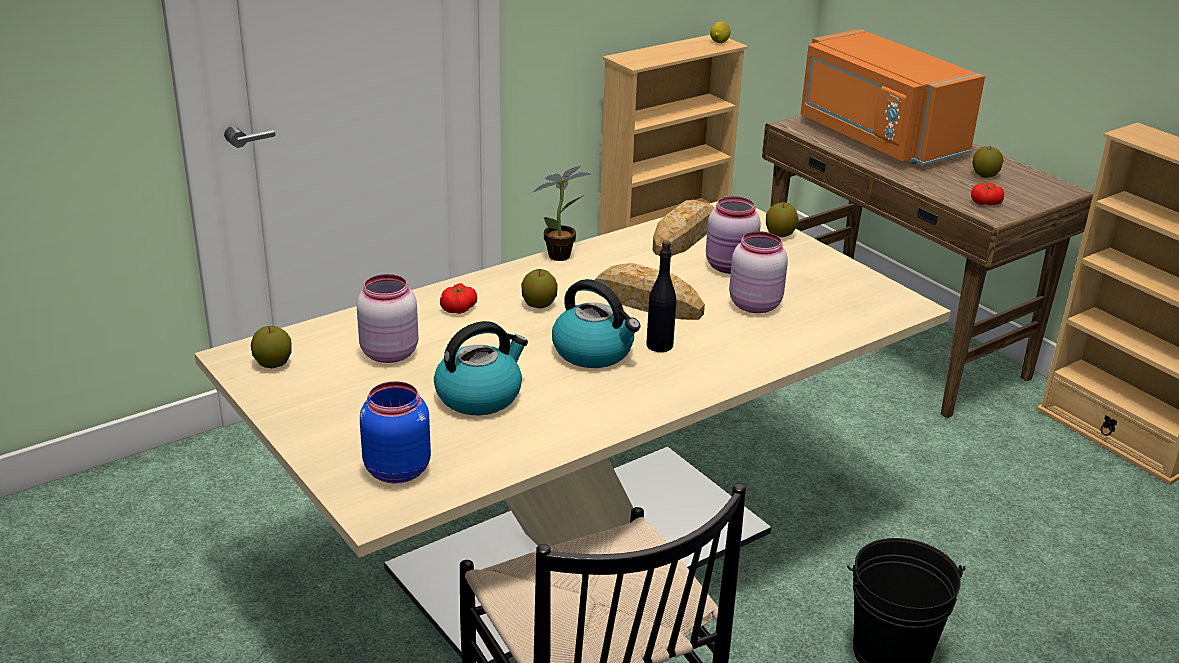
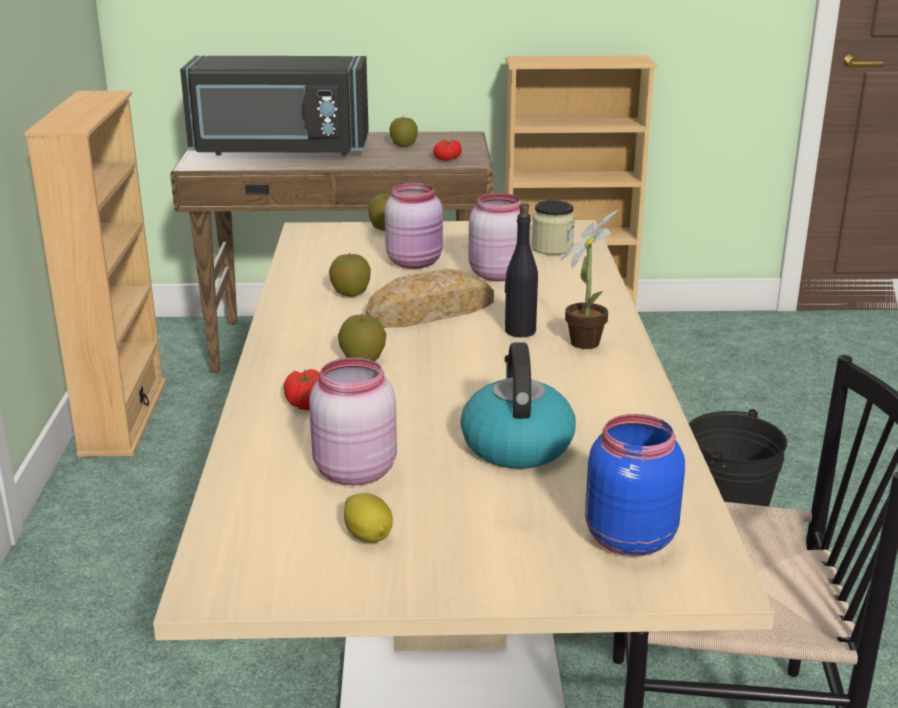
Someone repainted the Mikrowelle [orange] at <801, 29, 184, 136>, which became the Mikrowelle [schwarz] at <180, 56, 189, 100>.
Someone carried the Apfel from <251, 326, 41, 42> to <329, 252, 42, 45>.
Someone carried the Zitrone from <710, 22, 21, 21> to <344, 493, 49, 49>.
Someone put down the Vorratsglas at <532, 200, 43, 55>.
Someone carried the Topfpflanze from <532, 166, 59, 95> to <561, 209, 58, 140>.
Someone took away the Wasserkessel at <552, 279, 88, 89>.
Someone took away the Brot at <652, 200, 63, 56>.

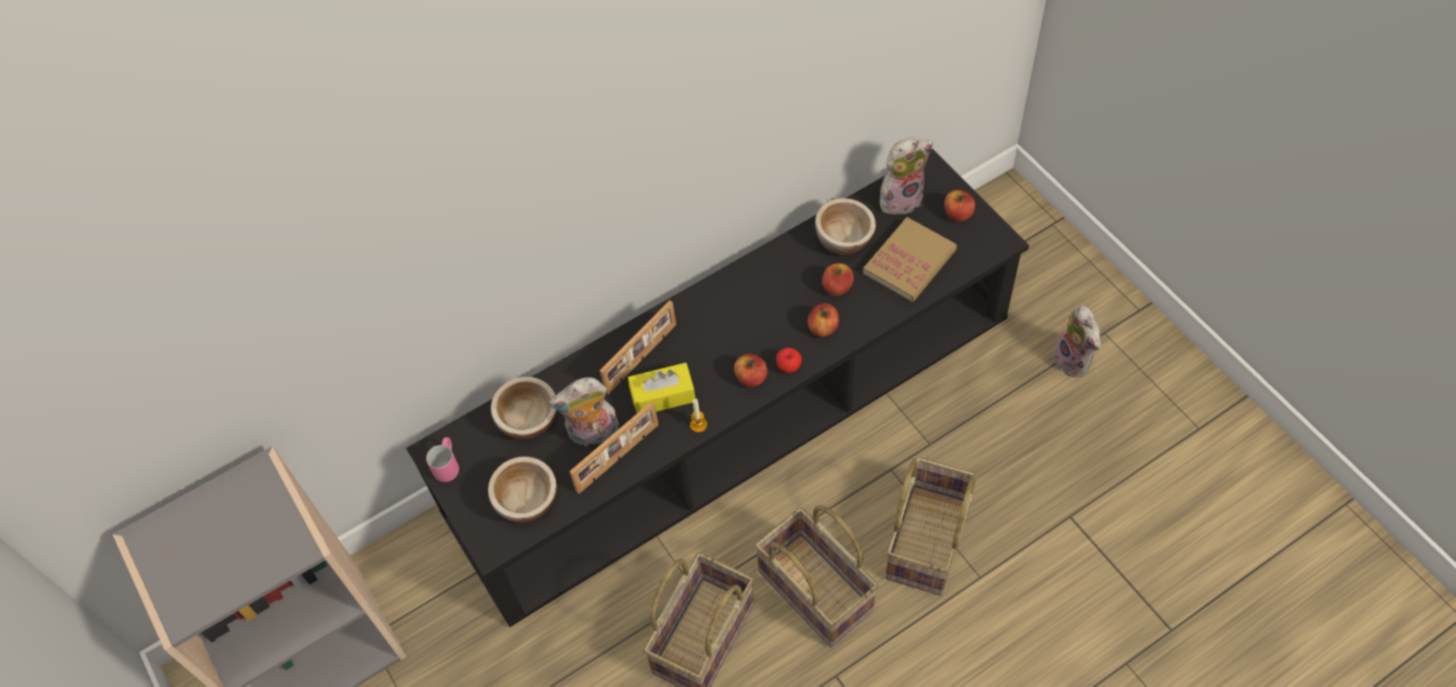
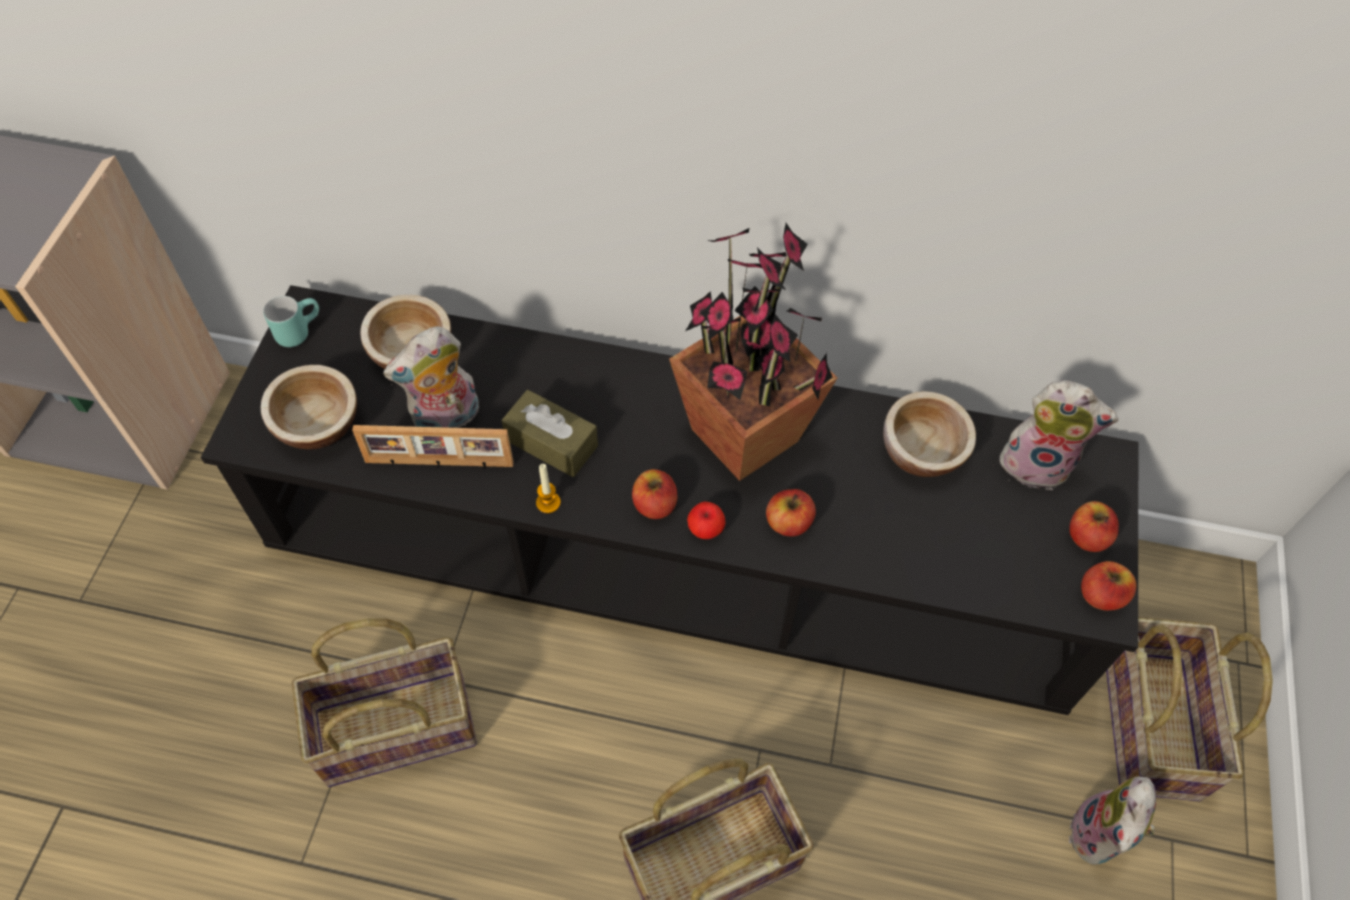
Someone repainted the Henkelbecher [rosa] at <426, 437, 33, 45>, which became the Henkelbecher [türkis] at <263, 296, 56, 51>.
Someone rotated the Plüschtier at <549, 377, 70, 69> by 60 degrees counterclockwise.
Someone repainted the Taschentuchbox [gelb] at <628, 363, 67, 50>, which became the Taschentuchbox [braun] at <501, 390, 97, 87>.
Someone put down the Topfpflanze at <669, 223, 168, 258>.
Someone carried the Apfel from <822, 263, 32, 33> to <1081, 561, 56, 50>.
Someone carried the Korb from <755, 505, 123, 142> to <1106, 617, 167, 184>.
Someone took away the Bilderrahmen at <600, 300, 76, 94>.
Someone took away the Buch at <863, 217, 94, 85>.

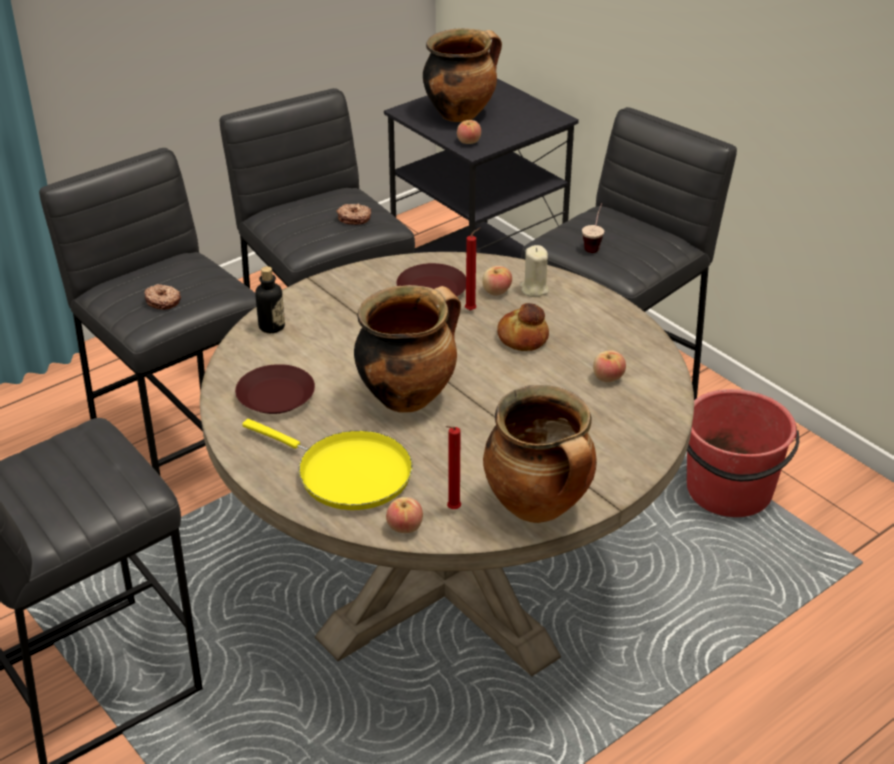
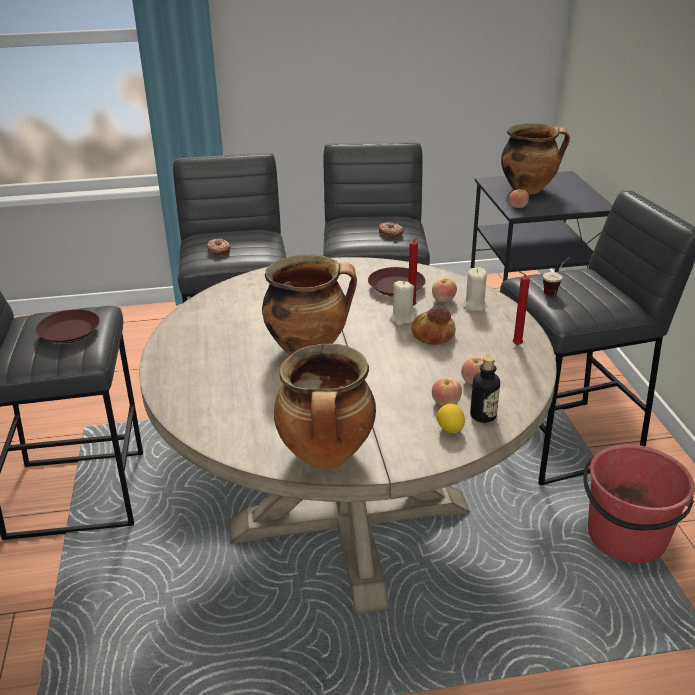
Someone carried the Teller [braun] from <235, 364, 80, 50> to <36, 309, 64, 34>.
Someone put down the Kerze [beige] at <390, 281, 26, 44>.
Someone carried the Apfel from <386, 497, 37, 36> to <432, 378, 30, 28>.
Someone put down the Zitrone at <437, 404, 28, 29>.
Someone carried the Flasche from <255, 266, 30, 67> to <470, 356, 30, 67>.
Someone carried the Kerze [rot] from <446, 426, 15, 83> to <512, 271, 18, 74>.
Someone took away the Pfanne [gelb] at <242, 419, 171, 91>.

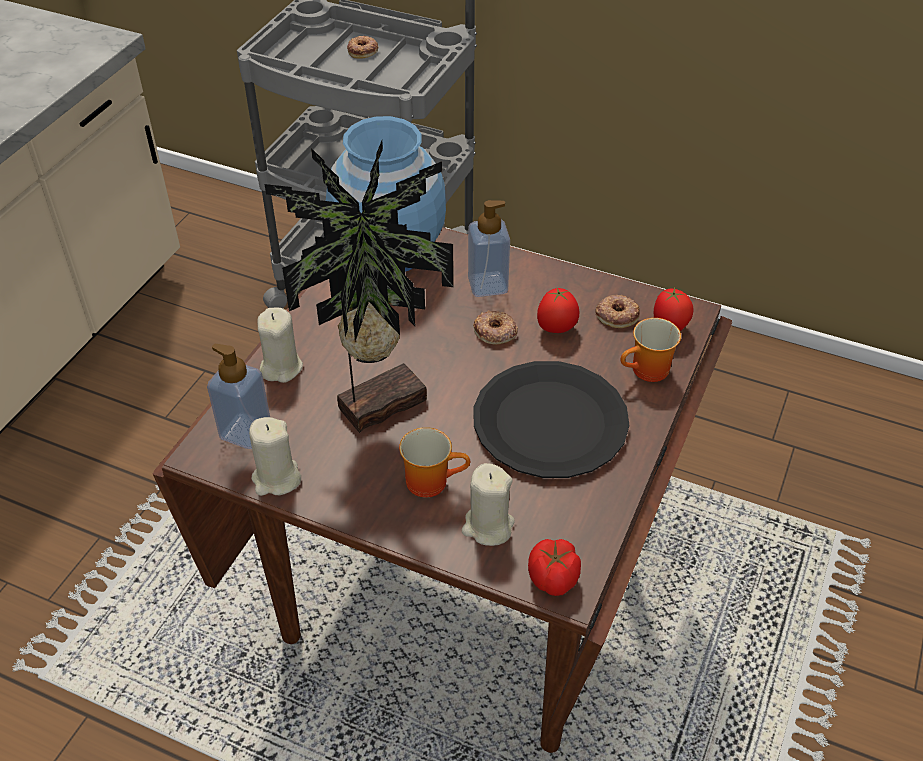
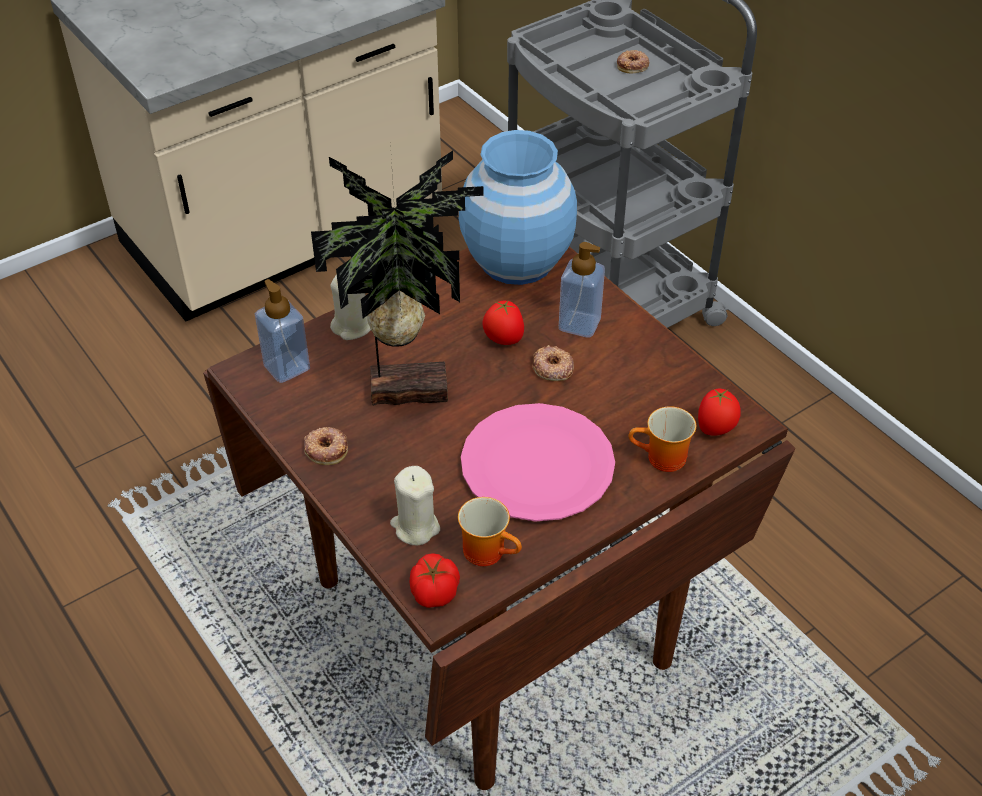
Someone carried the Donut from <595, 295, 45, 33> to <304, 427, 44, 38>.
Someone carried the Henkelbecher from <399, 427, 71, 71> to <458, 497, 64, 69>.
Someone repainted the Teller [schwarz] at <474, 361, 155, 117>, which became the Teller [rosa] at <461, 403, 154, 119>.
Someone carried the Tomate from <537, 288, 42, 45> to <482, 300, 42, 45>.
Someone took away the Kerze [beige] at <249, 417, 52, 79>.

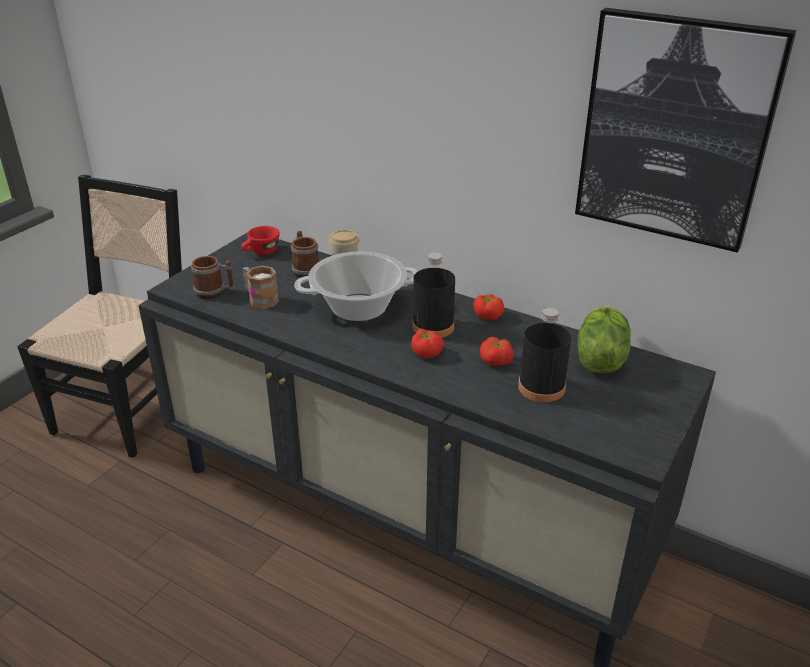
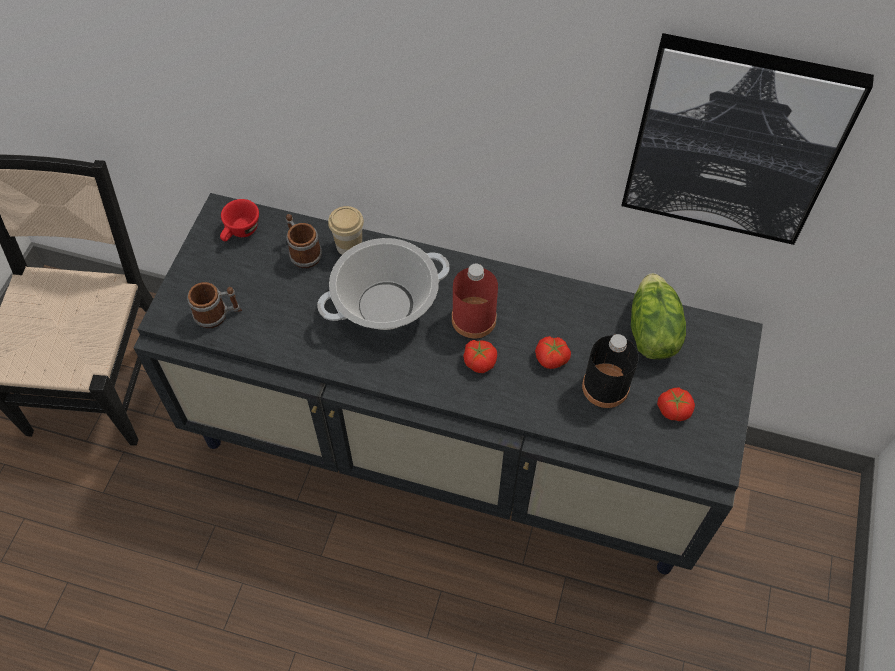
Someone repainted the Flasche [schwarz] at <412, 252, 43, 86>, which became the Flasche [rot] at <452, 264, 46, 74>.
Someone carried the Tomate from <473, 294, 31, 26> to <657, 387, 38, 34>.
Someone took away the Henkelbecher at <243, 266, 36, 43>.

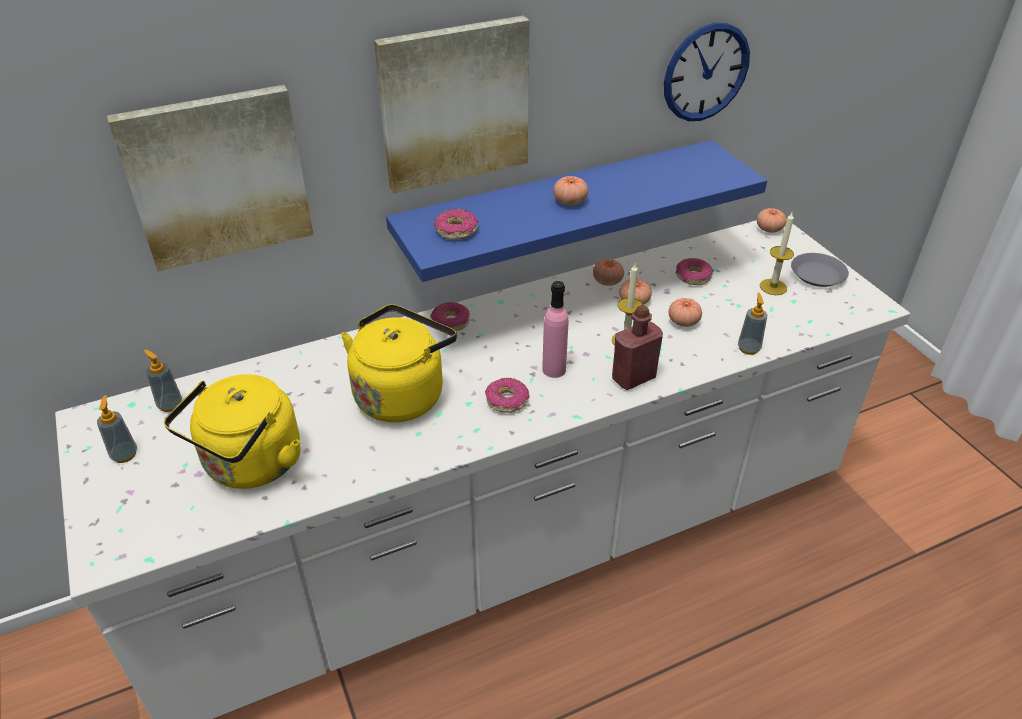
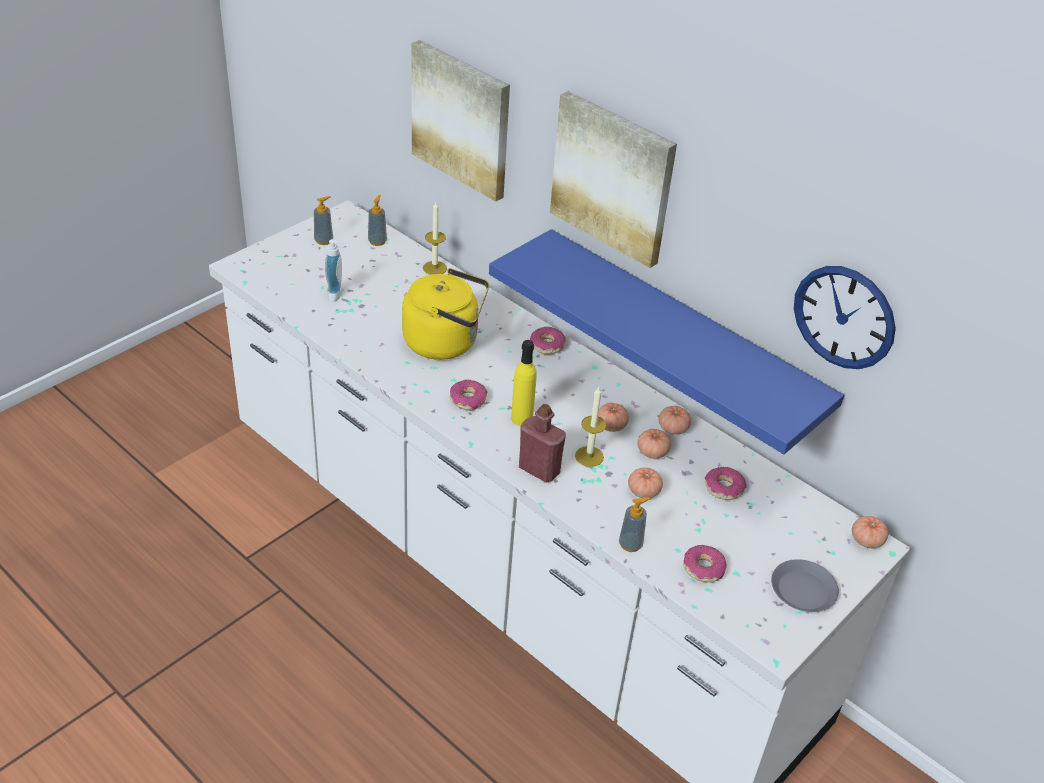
Someone swapped the Wasserkessel [gelb] at <164, 374, 136, 115> for the Seifenspender at <325, 239, 21, 63>.
Someone carried the Kerze from <760, 212, 34, 83> to <423, 202, 24, 73>.
Someone repainted the Flasche [rosa] at <542, 281, 27, 97>, which became the Flasche [gelb] at <511, 340, 26, 86>.
Someone carried the Tomate from <553, 176, 35, 29> to <598, 403, 31, 29>.
Someone carried the Donut from <434, 209, 44, 30> to <684, 545, 43, 37>.

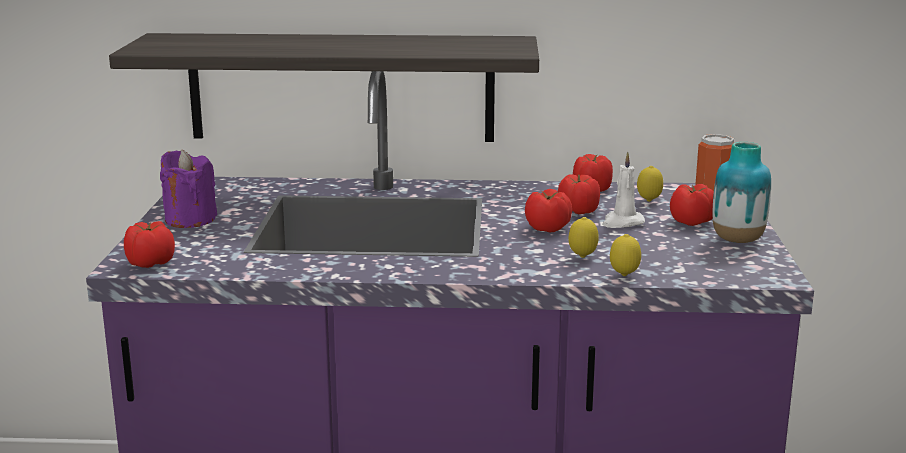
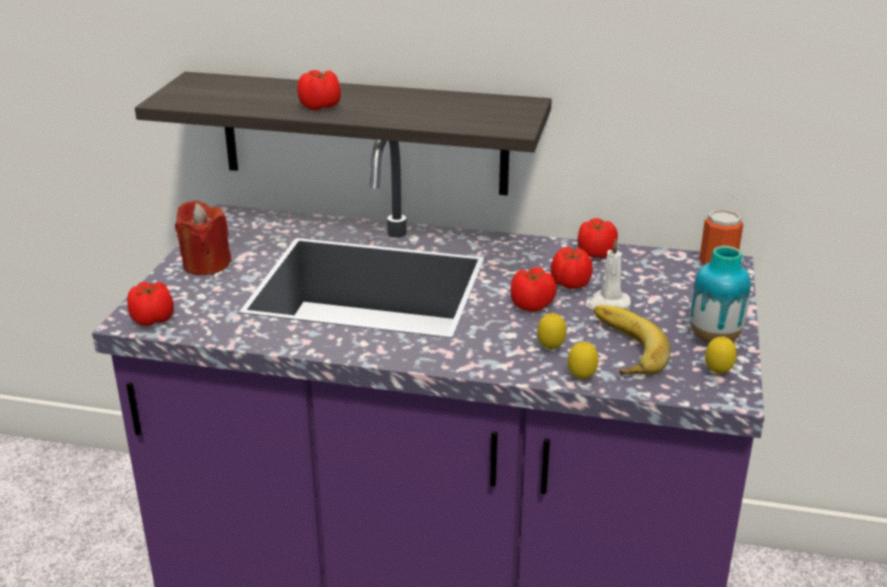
Someone repainted the Kerze [lila] at <160, 150, 57, 78>, which became the Kerze [rot] at <175, 200, 57, 75>.
Someone carried the Tomate from <670, 184, 44, 42> to <297, 70, 44, 40>.
Someone put down the Banane at <594, 305, 77, 70>.
Someone carried the Zitrone from <637, 166, 26, 36> to <705, 336, 32, 38>.

